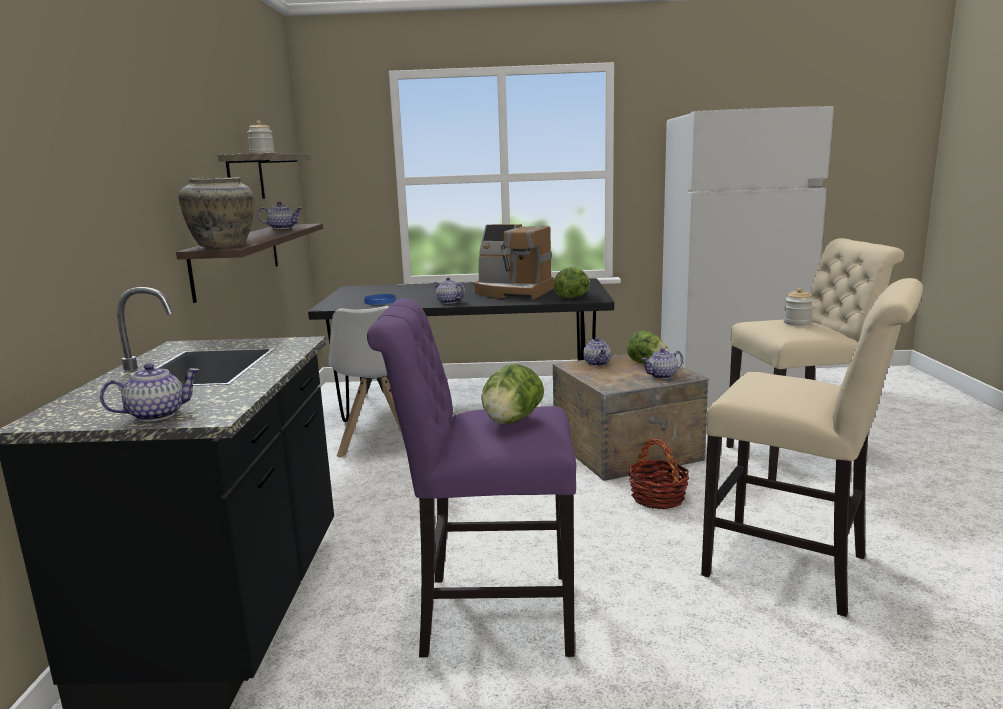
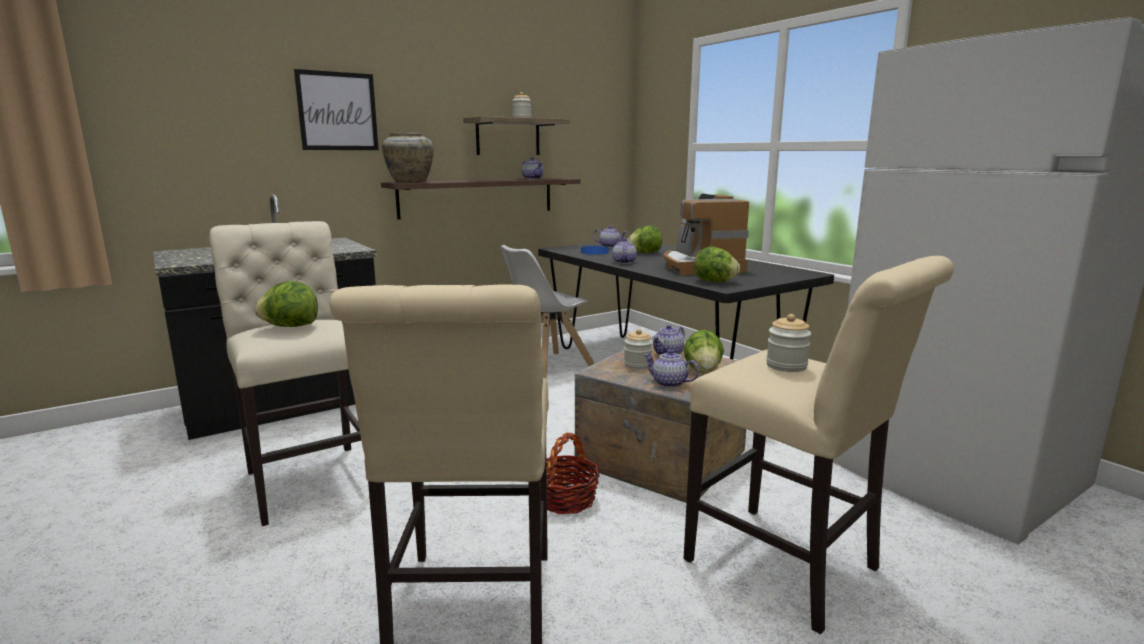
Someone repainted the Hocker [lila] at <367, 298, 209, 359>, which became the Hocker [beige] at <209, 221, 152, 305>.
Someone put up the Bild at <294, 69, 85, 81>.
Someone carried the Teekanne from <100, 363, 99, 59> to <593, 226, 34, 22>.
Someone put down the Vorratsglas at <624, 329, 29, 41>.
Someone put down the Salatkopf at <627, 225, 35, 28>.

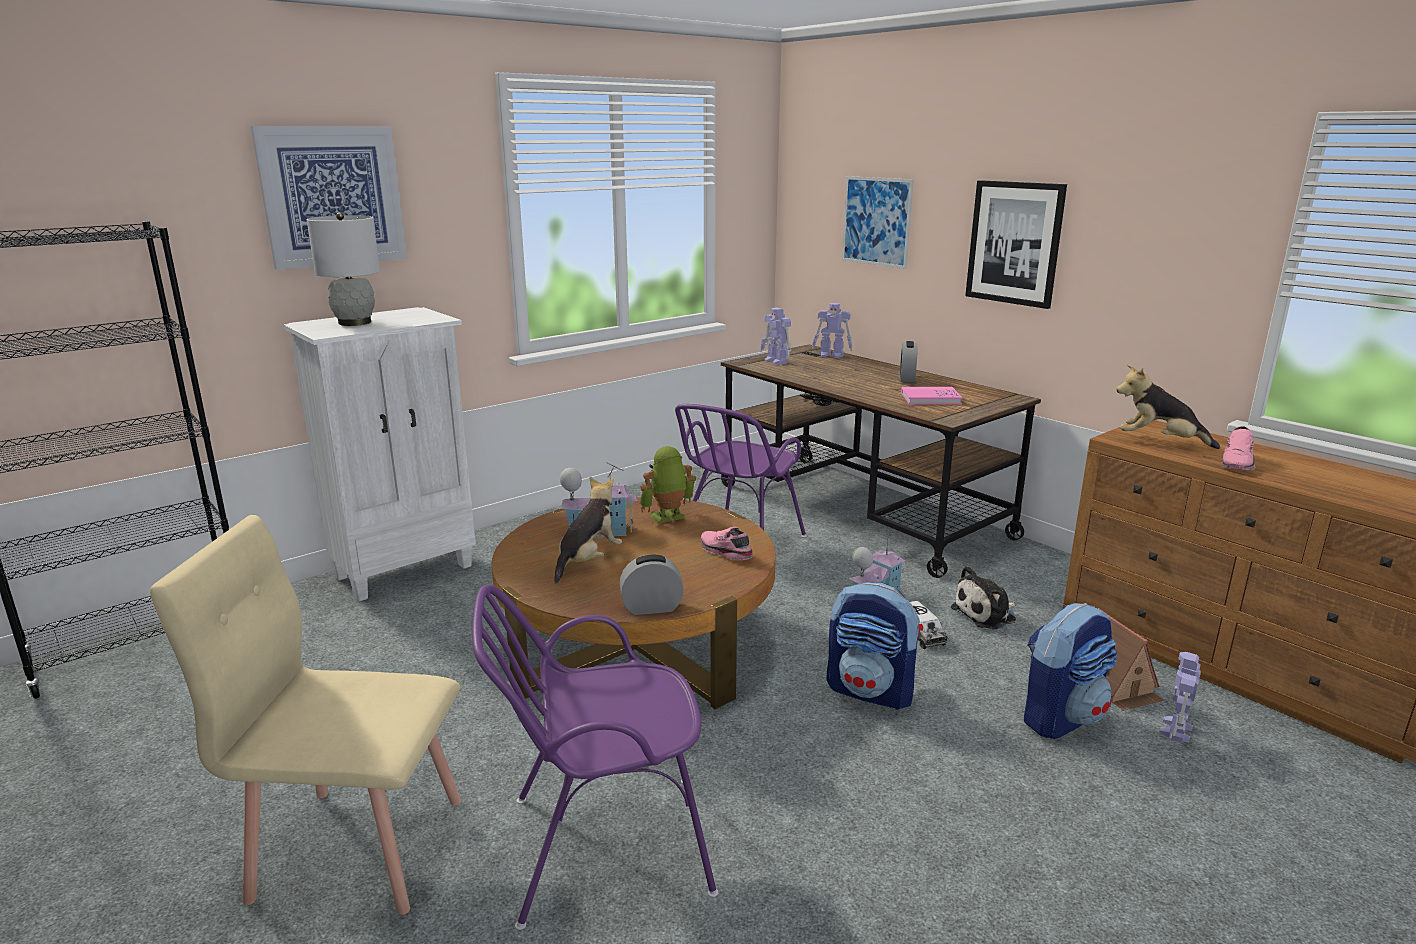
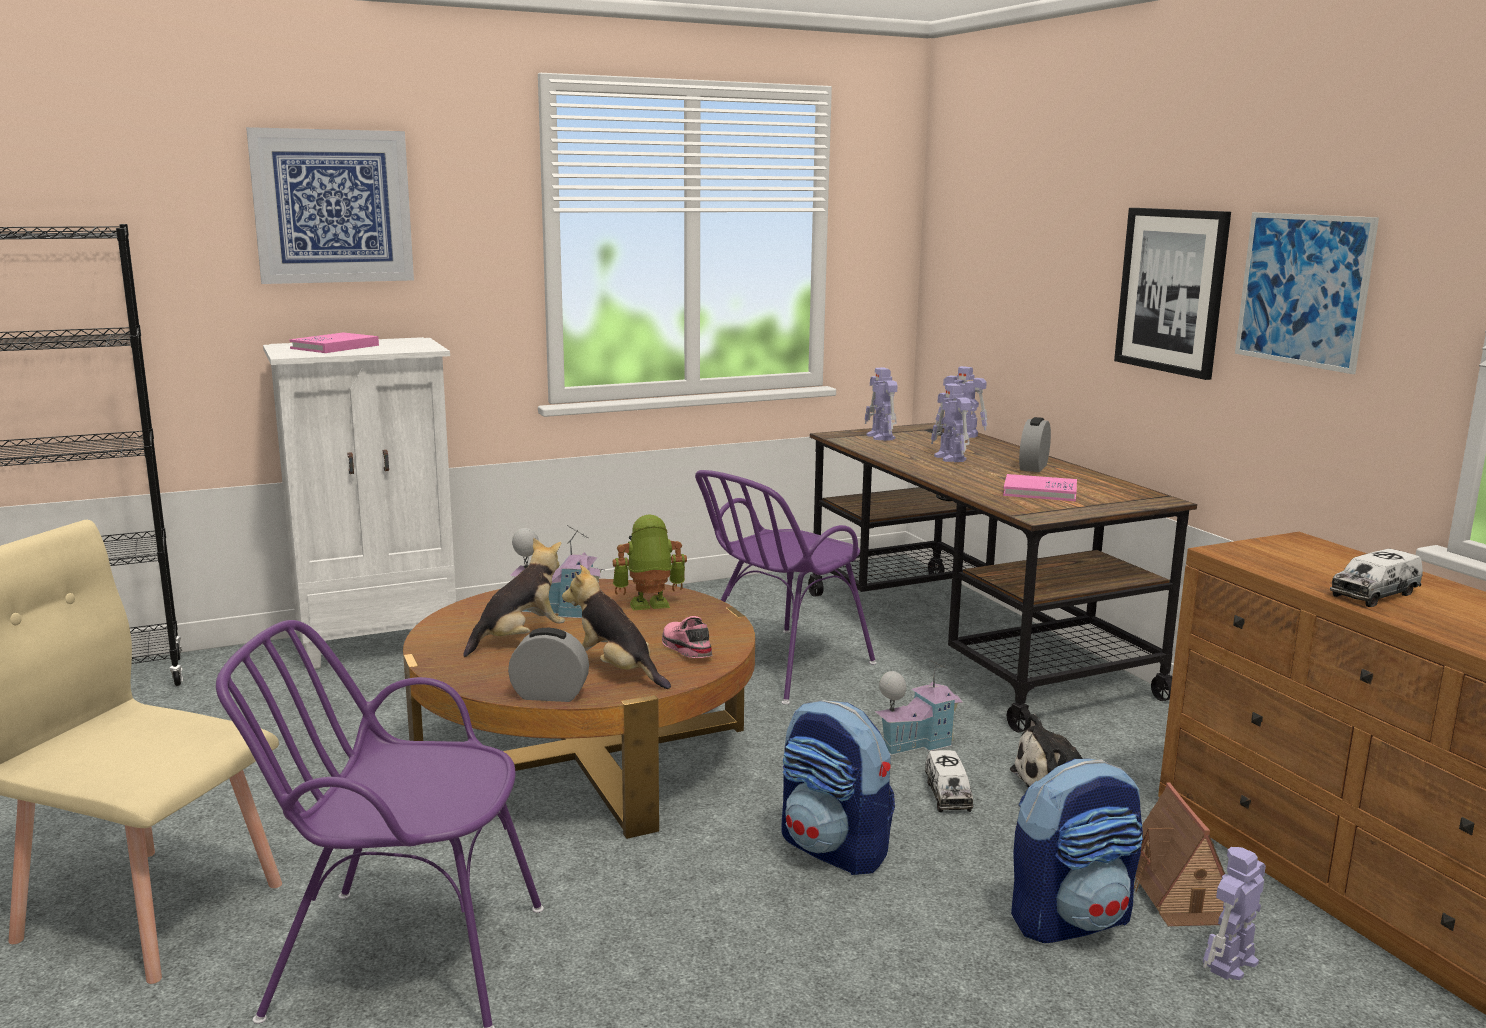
Someone swapped the Tischlampe [weiß] at <307, 212, 73, 114> for the Buch [rosa] at <289, 332, 90, 21>.
Someone carried the Plüschtier from <1116, 364, 104, 85> to <562, 565, 109, 124>.
Someone put down the Spielzeugroboter at <931, 383, 40, 79>.
Someone carried the Bild from <842, 176, 72, 93> to <1235, 212, 144, 162>.
Someone swapped the Schuh [rosa] at <1221, 426, 35, 44> for the Spielzeuglaster at <1330, 549, 93, 58>.

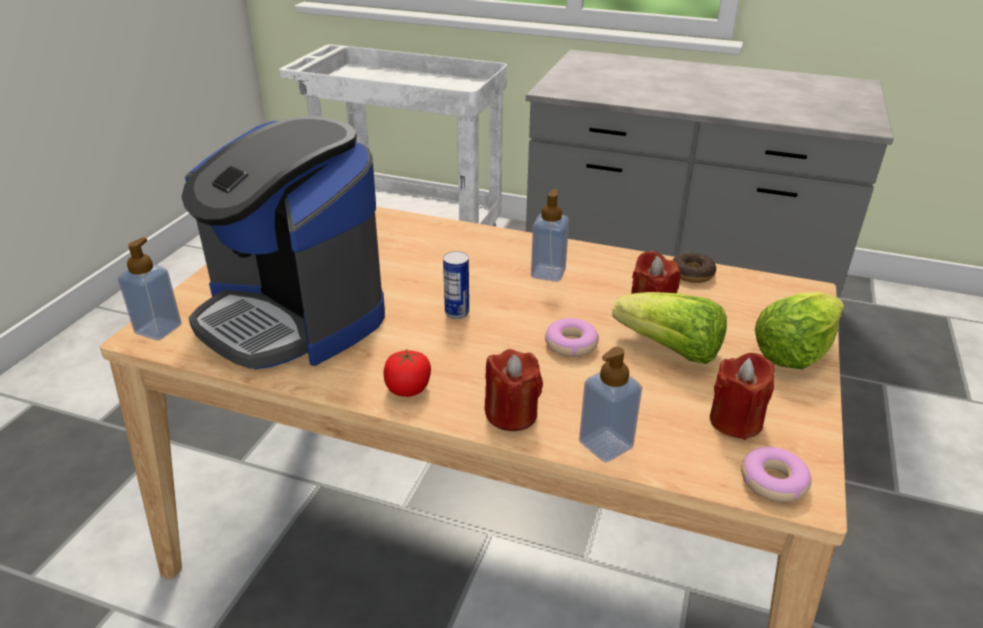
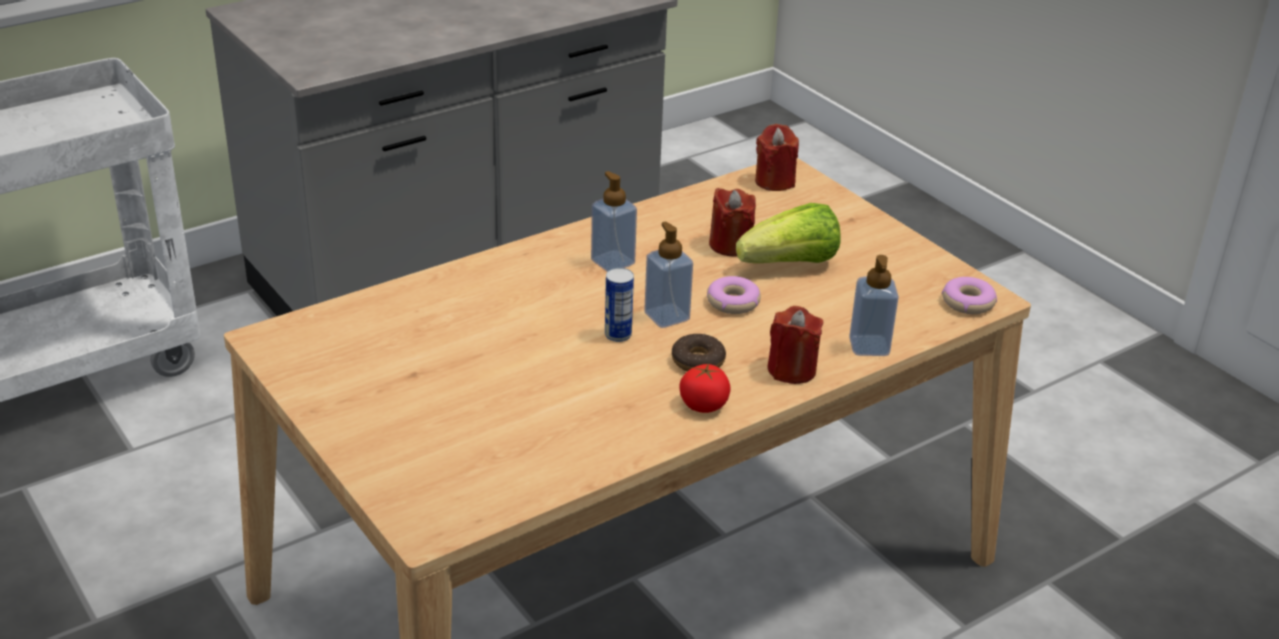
Someone carried the Seifenspender from <118, 237, 64, 103> to <644, 221, 49, 107>.
Someone carried the Donut from <673, 252, 43, 31> to <672, 333, 54, 38>.
Someone carried the Kerze [rot] from <710, 353, 64, 87> to <755, 124, 44, 67>.
Someone took away the Kaffeemaschine at <181, 116, 204, 253>.
Someone took away the Salatkopf at <755, 292, 89, 77>.

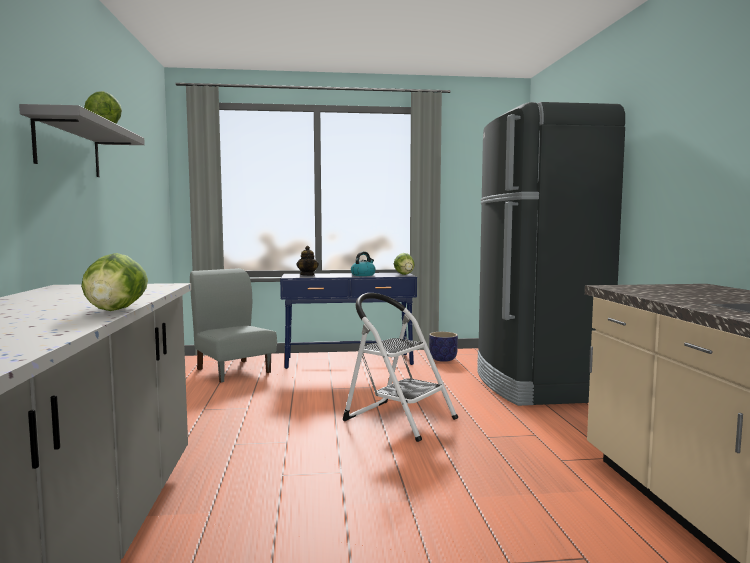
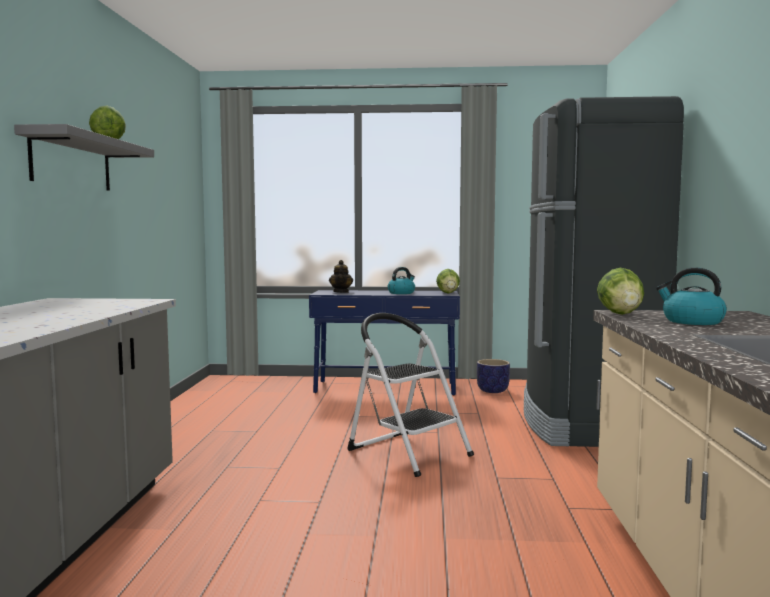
Someone carried the Salatkopf from <81, 253, 67, 58> to <597, 268, 47, 47>.
Someone put down the Wasserkessel at <656, 267, 71, 58>.
Someone took away the Stuhl [grau] at <190, 268, 87, 114>.

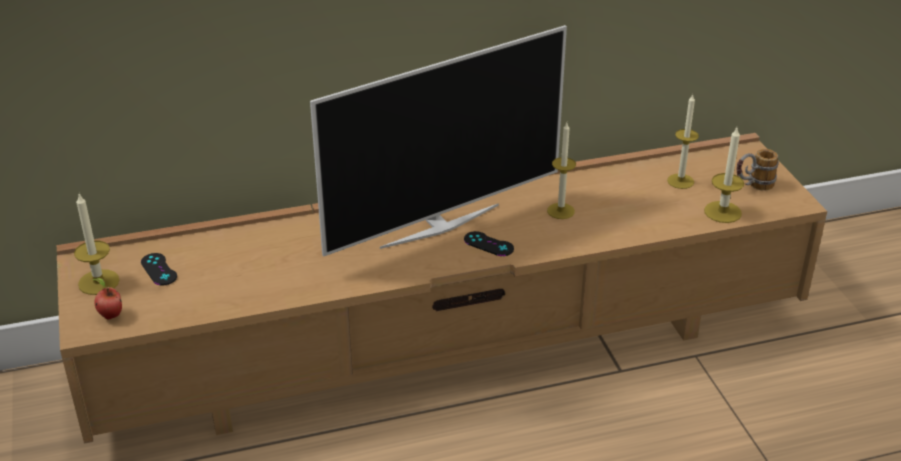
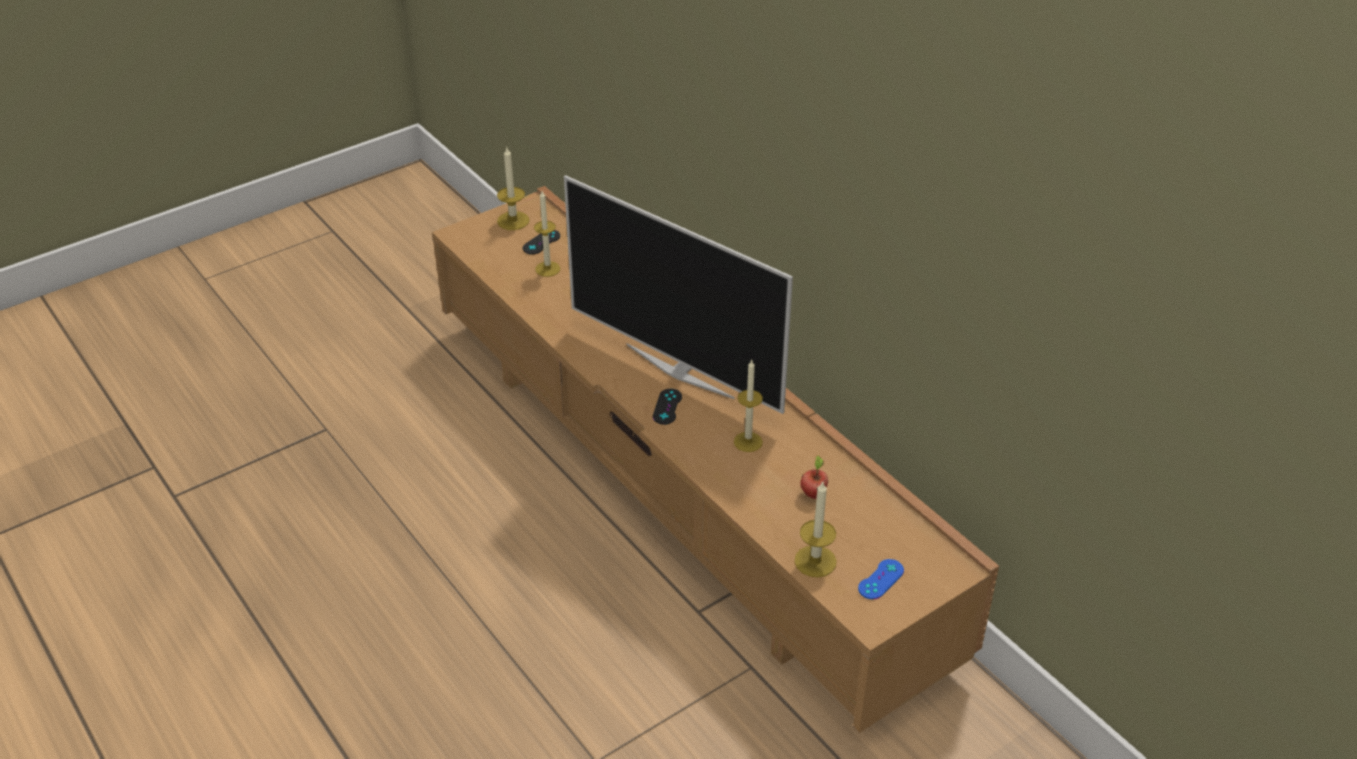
Someone carried the Kerze from <667, 94, 32, 95> to <534, 191, 26, 86>.
Someone carried the Apfel from <92, 278, 30, 41> to <800, 456, 28, 43>.
Someone swapped the Henkelbecher at <736, 149, 43, 42> for the Gamepad [blau] at <858, 559, 46, 40>.

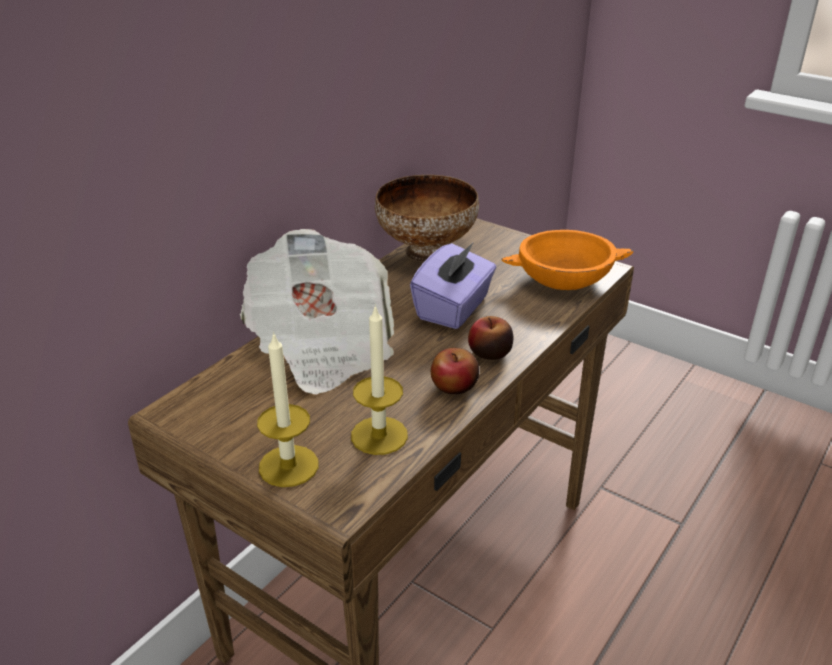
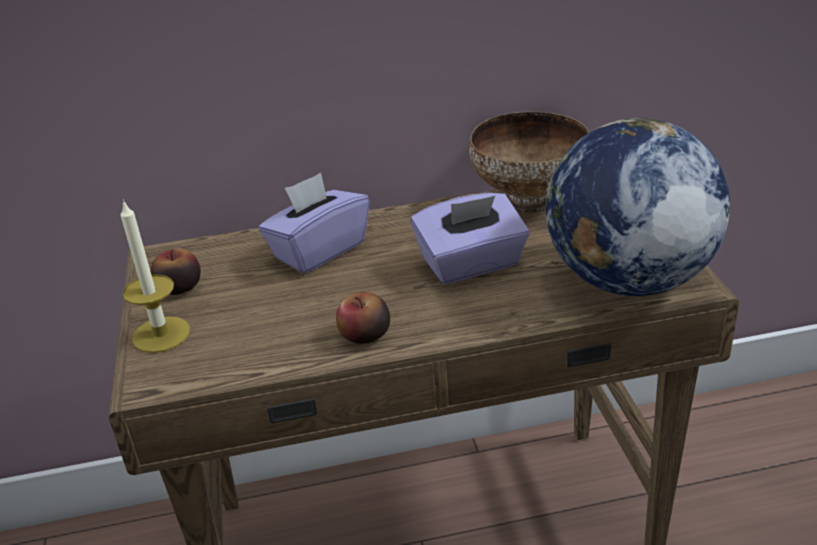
Someone carried the Apfel from <468, 316, 45, 44> to <151, 249, 50, 46>.
Someone swapped the Zeitung at <240, 229, 154, 166> for the Taschentuchbox [lila] at <258, 173, 112, 101>.
Someone swapped the Schüssel [orange] at <501, 230, 132, 60> for the Globus at <546, 118, 184, 178>.
Someone took away the Kerze at <351, 304, 57, 151>.

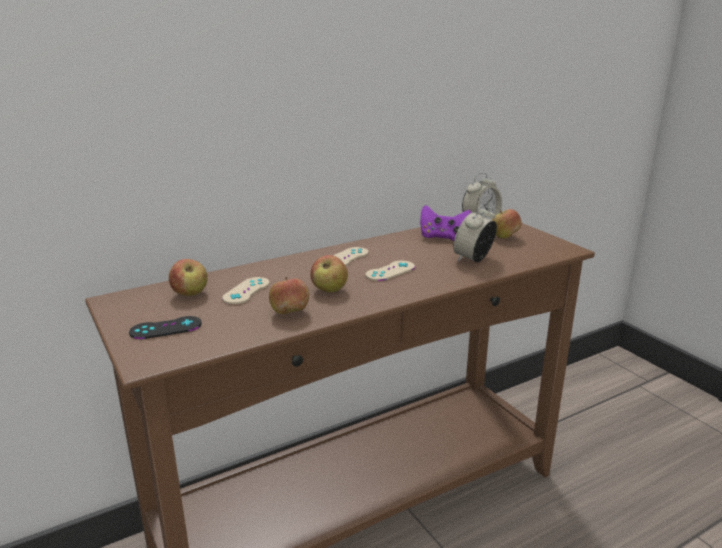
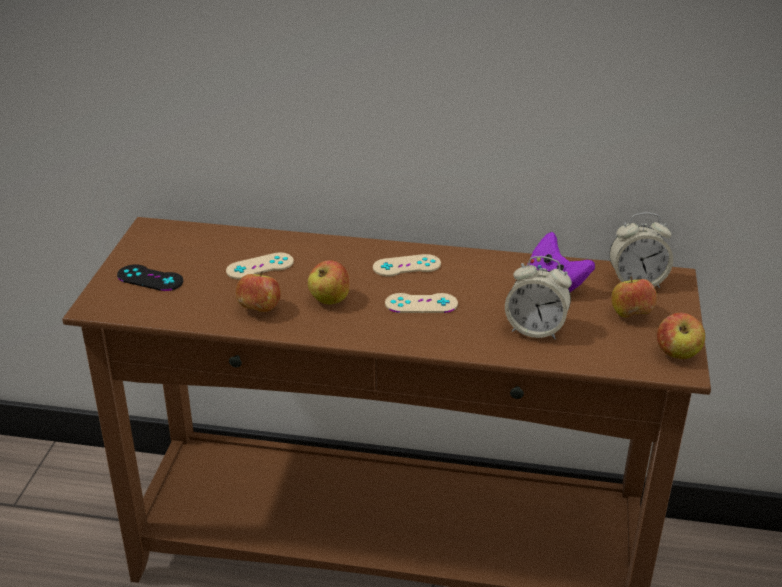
Someone rotated the Wecker at <453, 203, 44, 59> by 150 degrees counterclockwise.
Someone carried the Apfel from <169, 259, 39, 37> to <657, 313, 48, 46>.

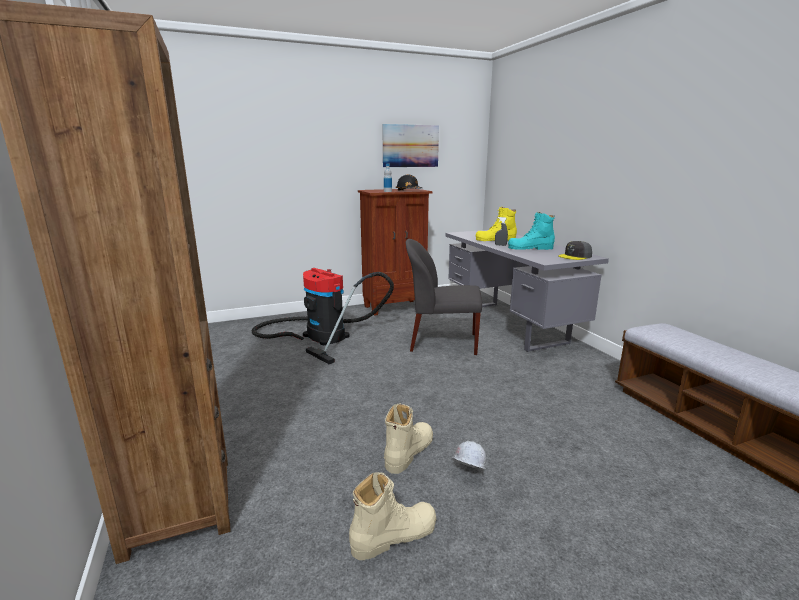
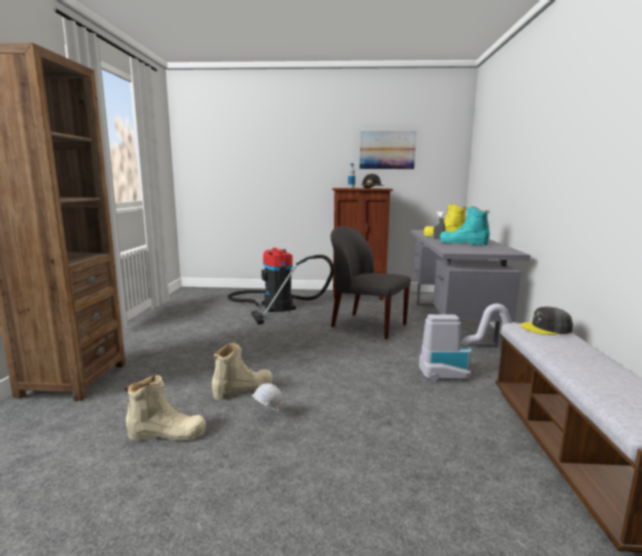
Someone put down the Staubsauger at <419, 304, 93, 78>.
Someone carried the Kappe [grau] from <558, 241, 34, 19> to <520, 307, 53, 28>.

